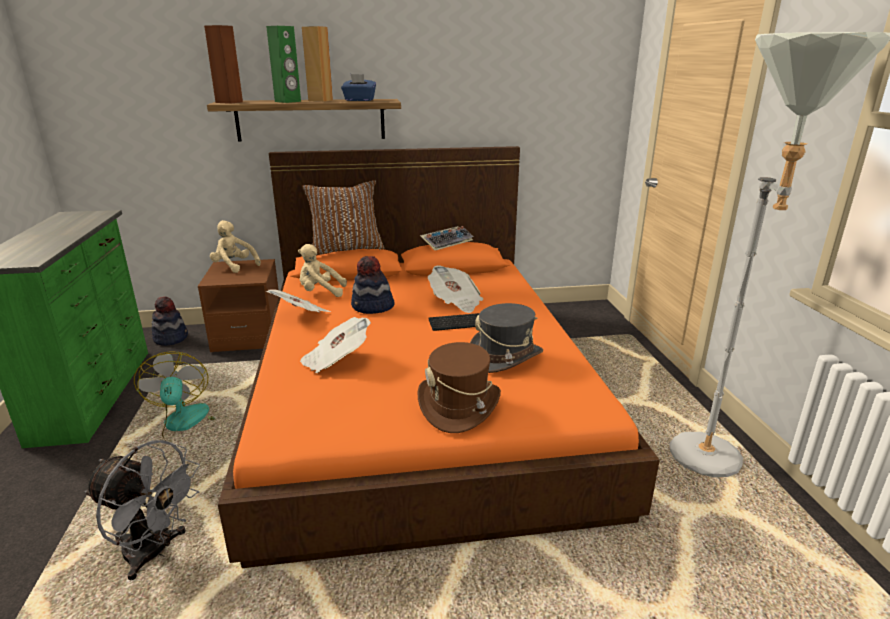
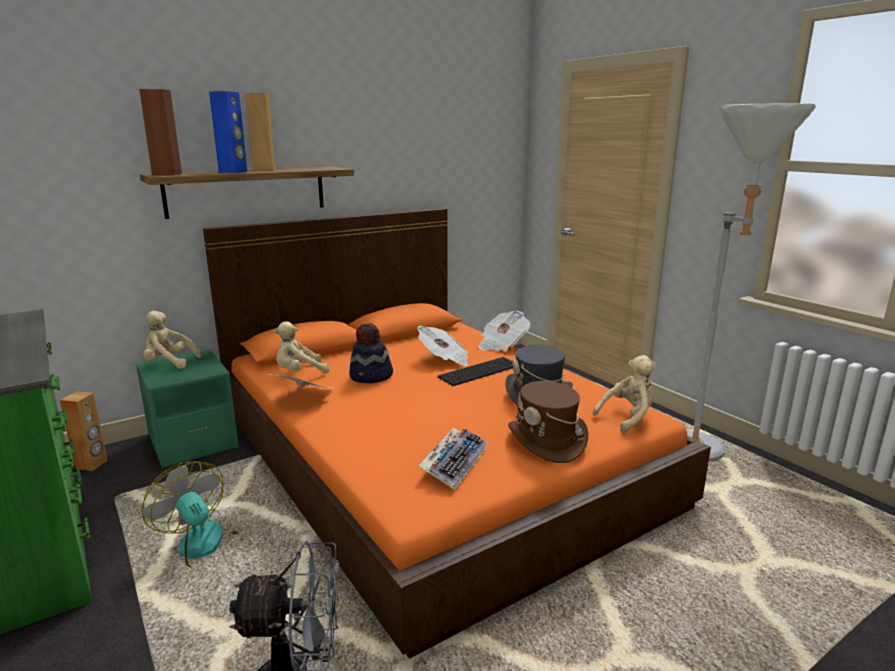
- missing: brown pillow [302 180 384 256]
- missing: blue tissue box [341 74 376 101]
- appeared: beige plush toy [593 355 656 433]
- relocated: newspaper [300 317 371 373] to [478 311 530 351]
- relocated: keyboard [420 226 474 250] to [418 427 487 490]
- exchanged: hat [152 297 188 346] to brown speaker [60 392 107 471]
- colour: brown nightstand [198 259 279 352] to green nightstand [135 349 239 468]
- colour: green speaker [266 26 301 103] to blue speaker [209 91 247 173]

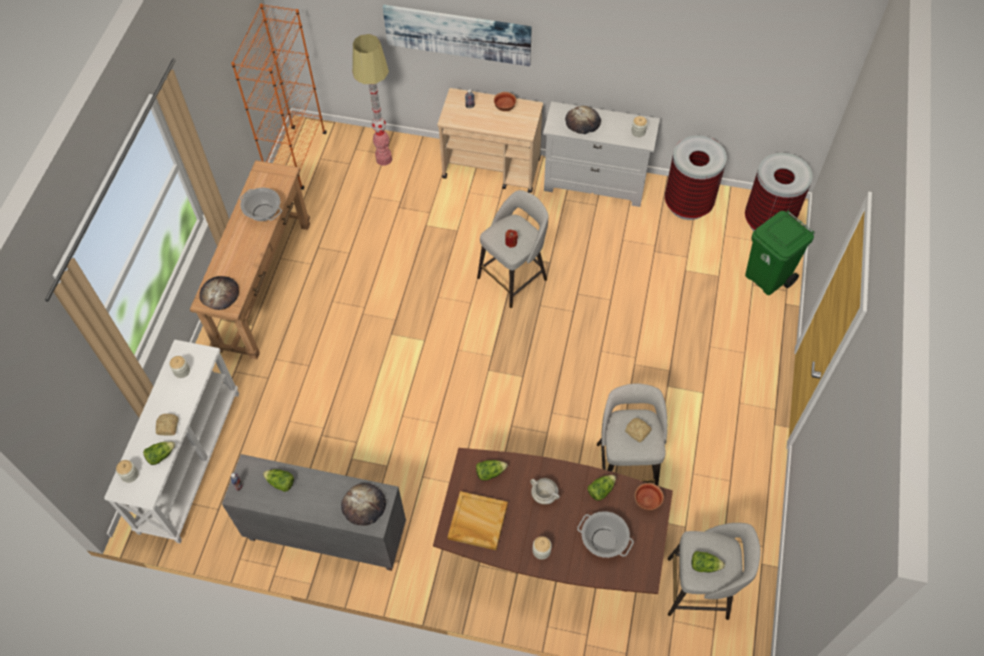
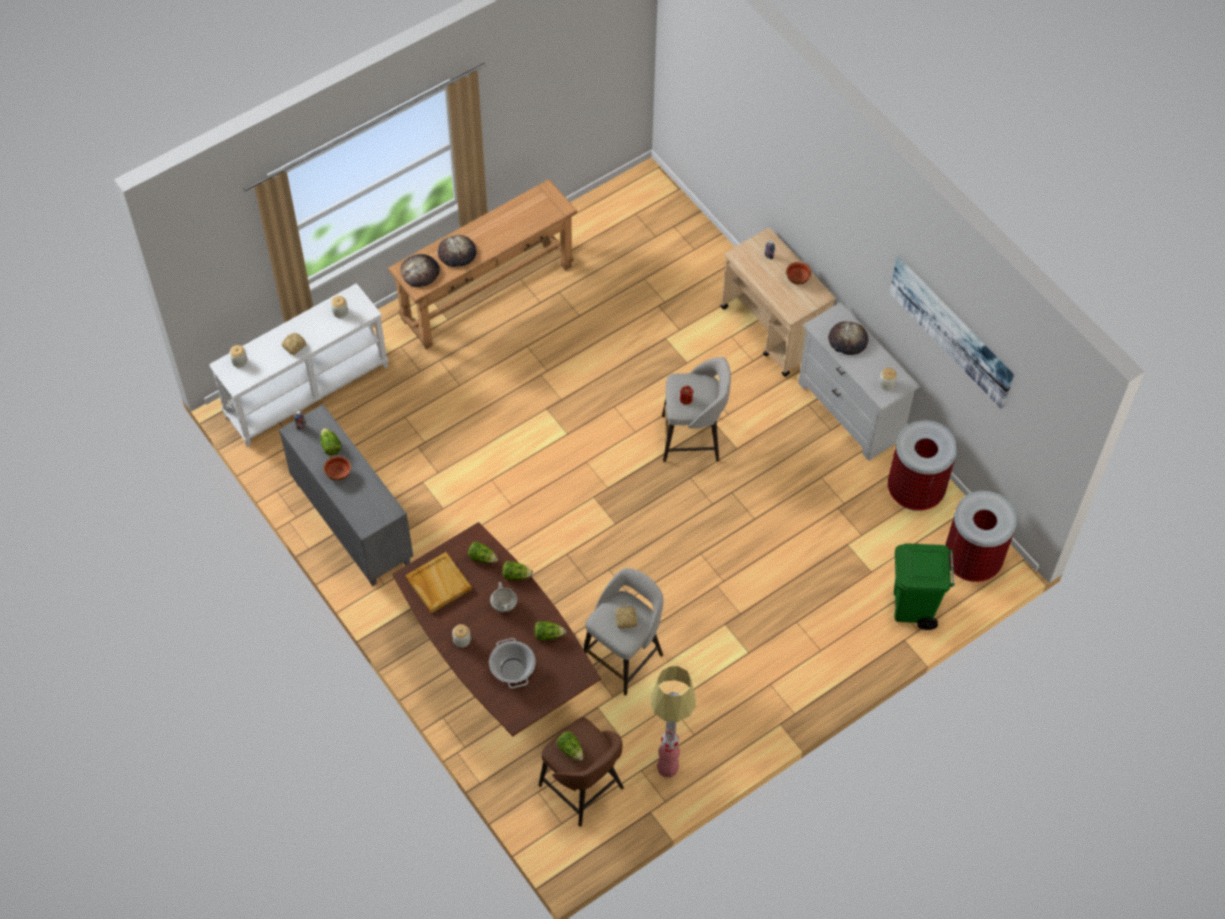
- missing: orange bookcase [231 3 327 190]
- missing: cooking pot [240 188 282 221]
- relocated: lettuce [143 442 175 465] to [502 561 534 580]
- relocated: bread [341 483 386 525] to [438 235 477 267]
- relocated: floor lamp [352 34 392 166] to [650 666 696 777]
- relocated: picture [383 5 532 66] to [889 257 1014 408]
- relocated: bowl [635 483 664 511] to [323 456 351 481]
- colour: grey stool [667 523 761 620] to brown stool [538 717 624 827]

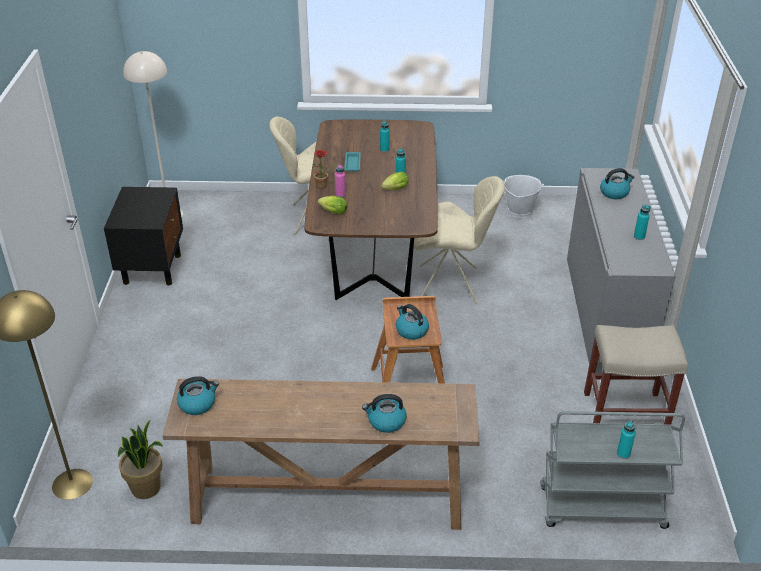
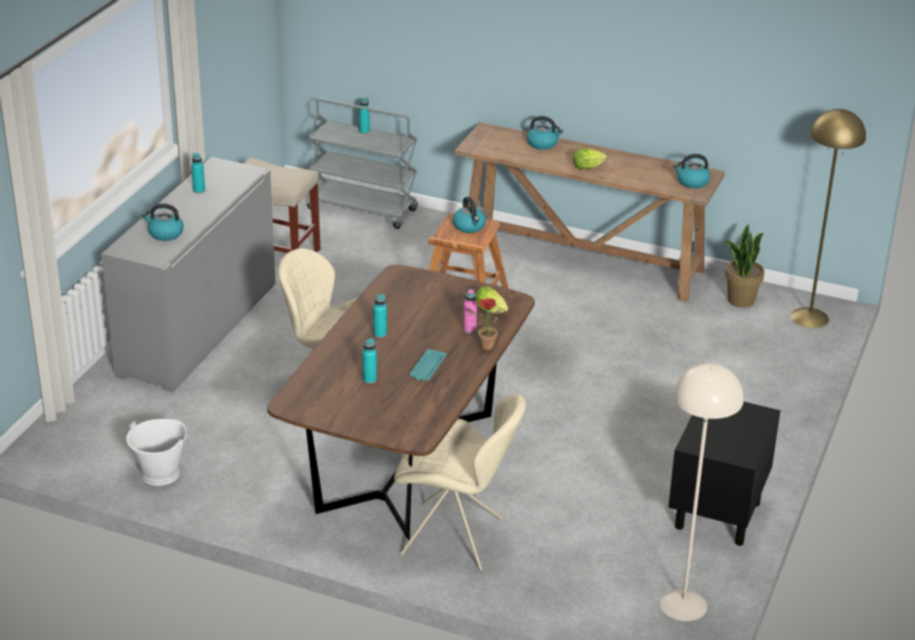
- relocated: lettuce [381 172 409 190] to [573 148 607 169]

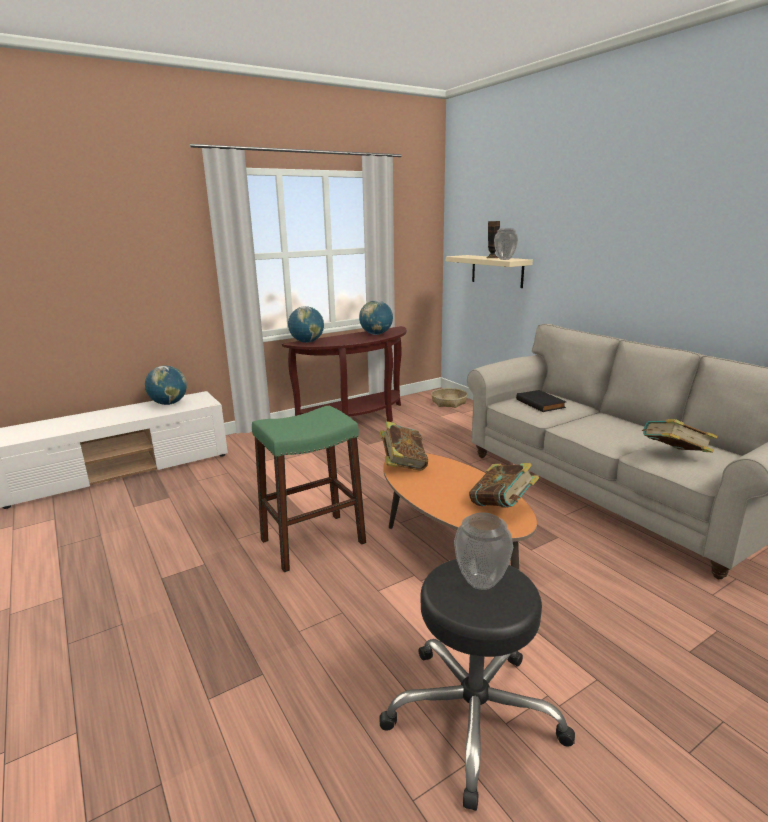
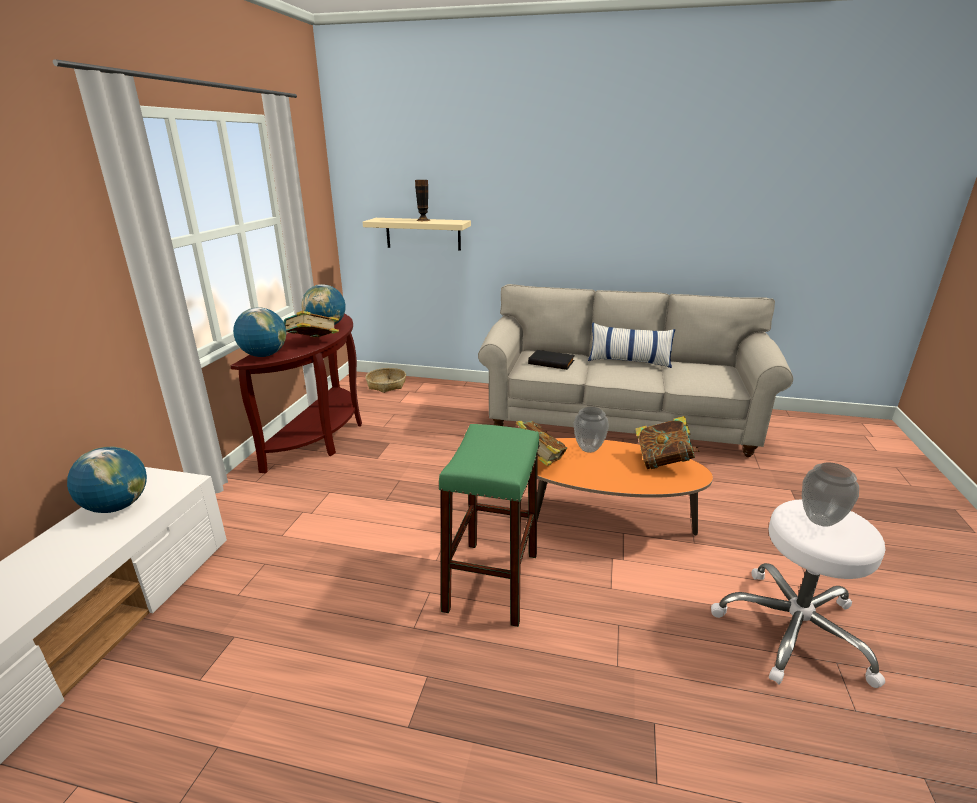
- appeared: pillow [588 323 675 368]
- relocated: vase [494 228 518 260] to [573 407 609 453]
- relocated: book [642 419 717 452] to [284 311 339 338]
- colour: black stool [379 559 575 811] to white stool [711 499 885 688]

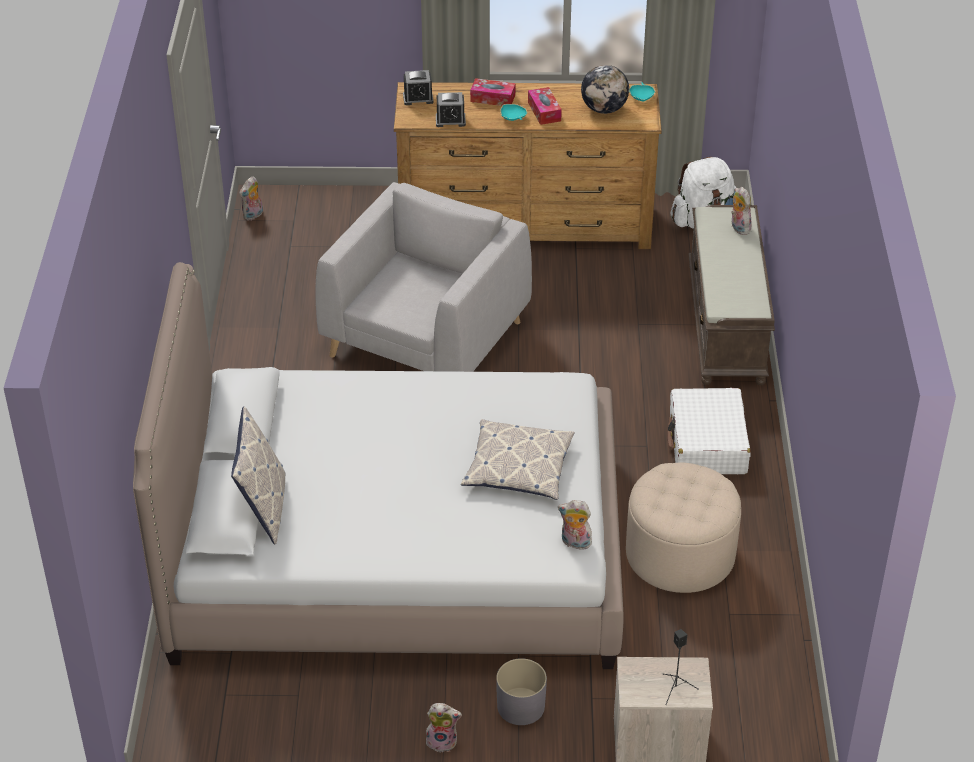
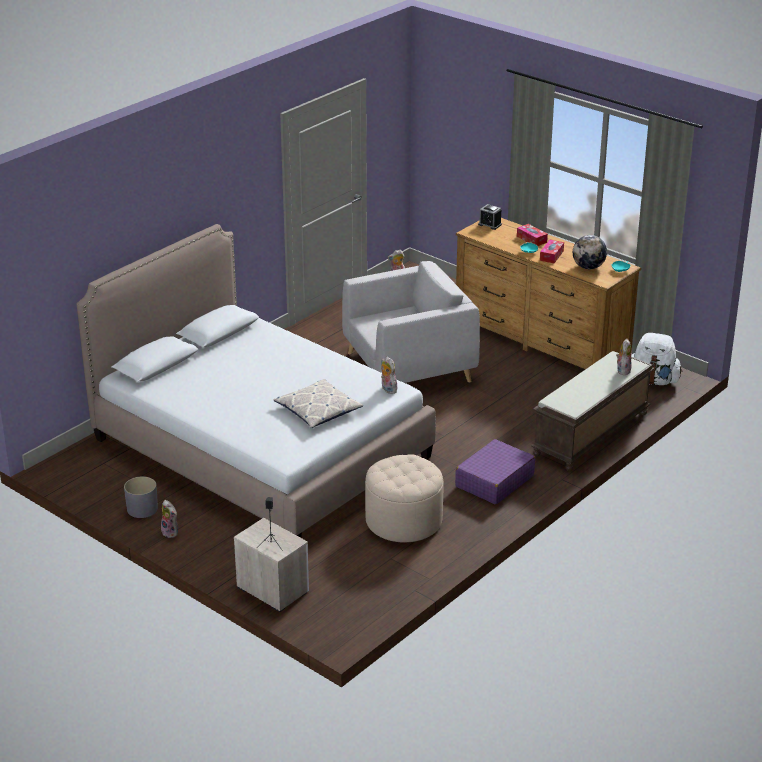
- missing: pillow [231 407 286 544]
- missing: alarm clock [436 92 466 127]
- relocated: grey planter [496 658 547 725] to [124 476 158 518]
- relocated: plush toy [558 500 592 550] to [381 357 397 394]
- colour: white suitcase [668 388 751 474] to purple suitcase [455 439 535 505]

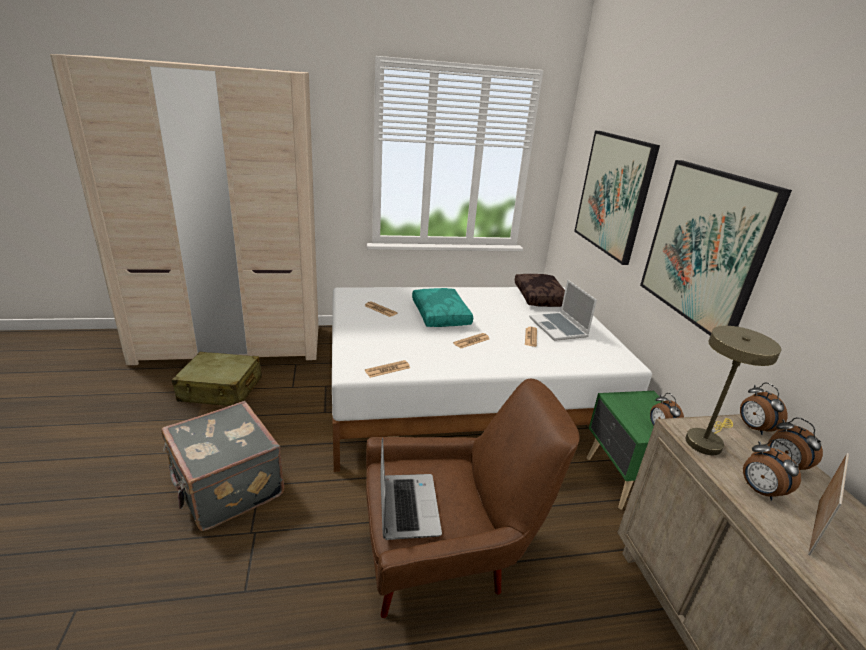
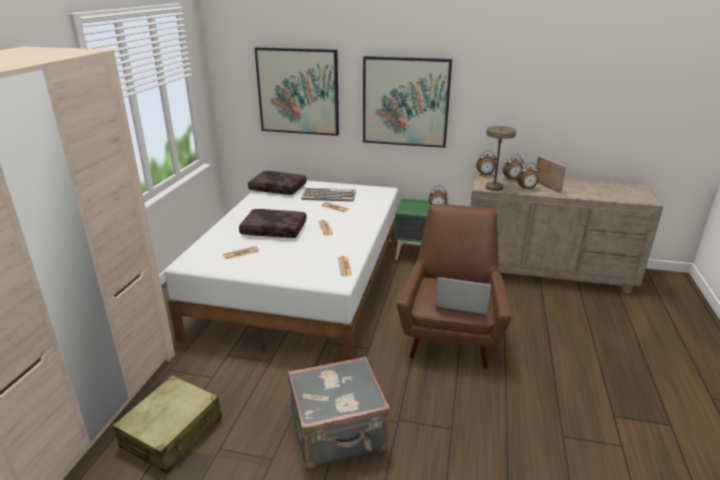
- exchanged: laptop [529 280 597 341] to keyboard [301 188 356 202]
- colour: turquoise pillow [412 288 473 327] to brown pillow [239 209 307 238]

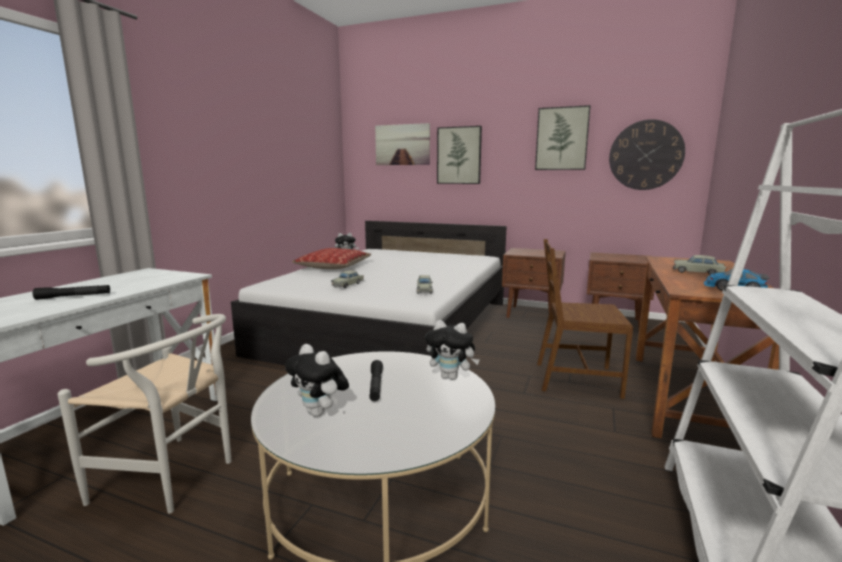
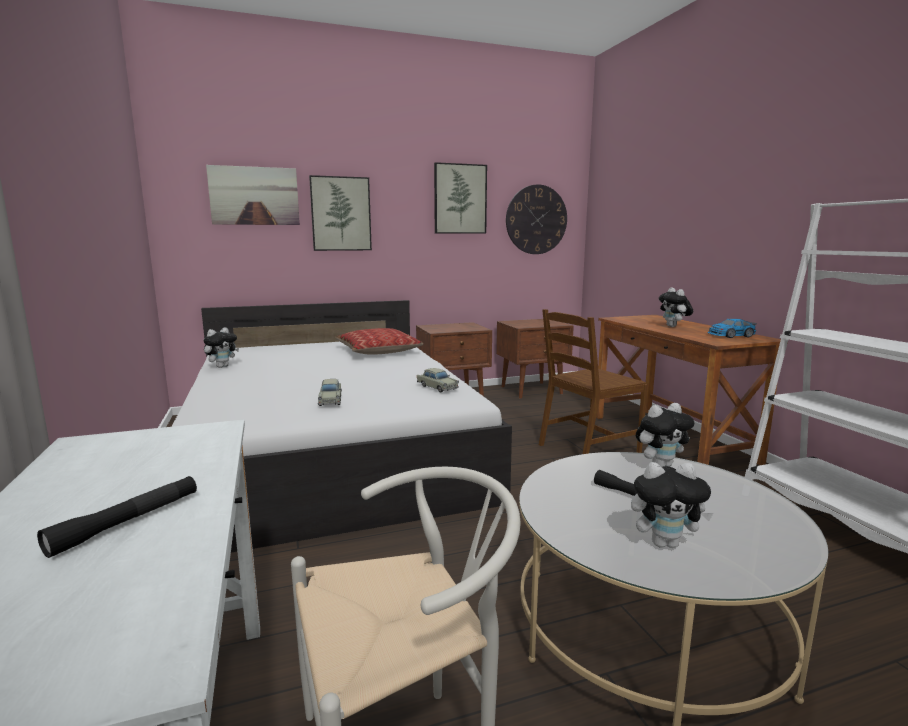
- relocated: pillow [292 248 371 269] to [335 328 423 355]
- exchanged: beige toy car [673 255 727 275] to plush toy [659 287 693 327]

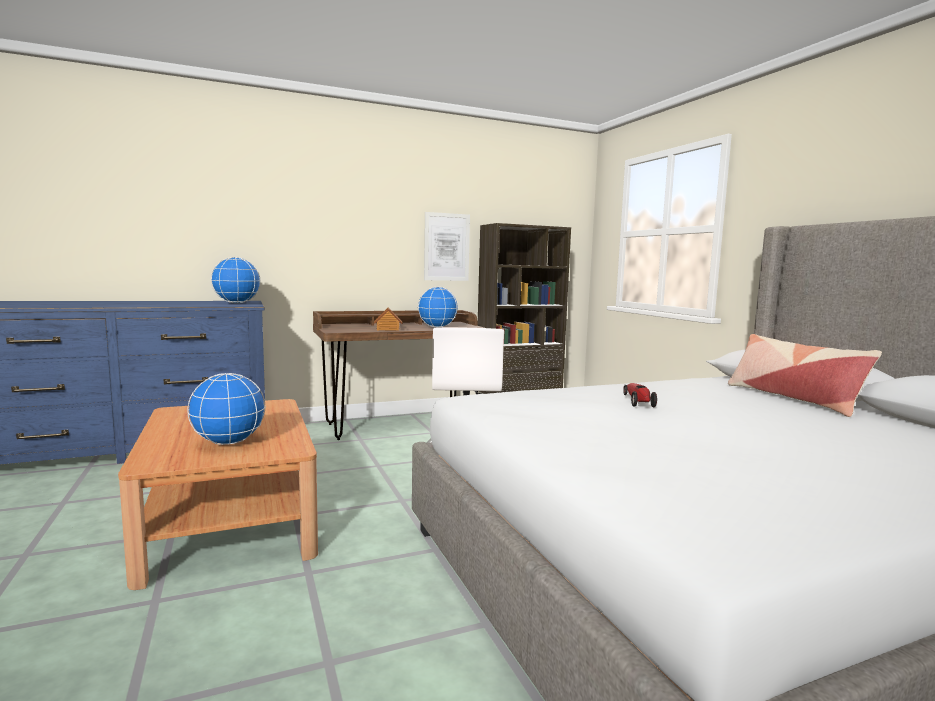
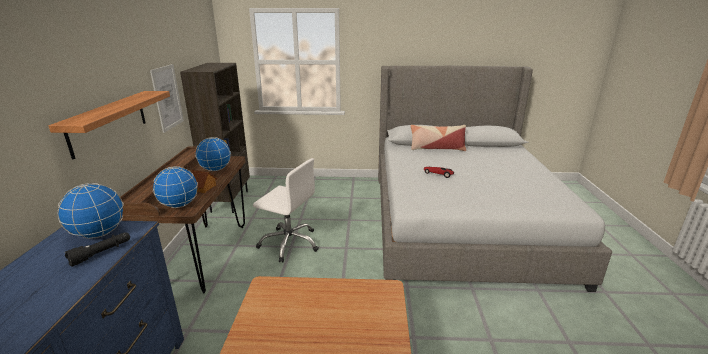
- appeared: shelf [48 91 170 160]
- appeared: black flashlight [65 232 130 267]
- relocated: globe [187 373 266 445] to [153 166 198 208]

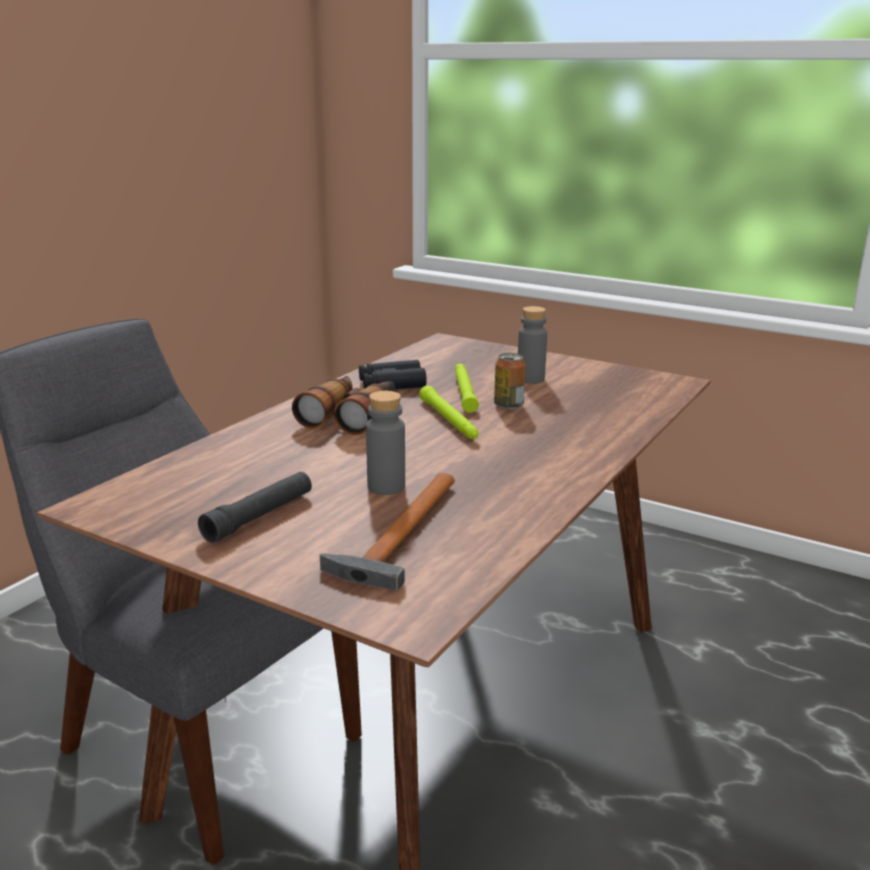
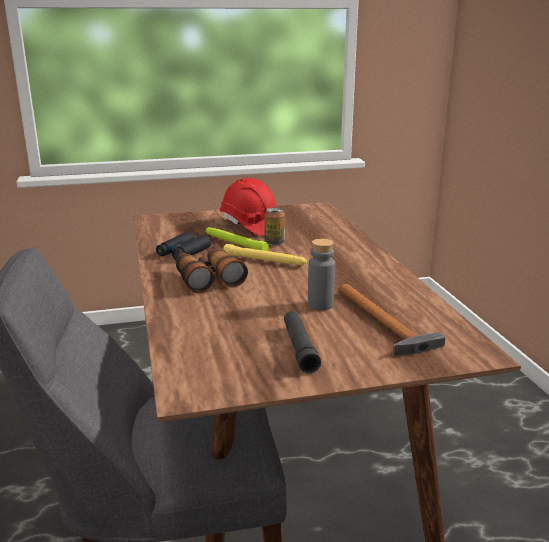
- exchanged: grey bottle [518 306 547 384] to red hard hat [220 178 276 236]
- colour: green flashlight [419 386 478 439] to yellow flashlight [223 244 307 265]

